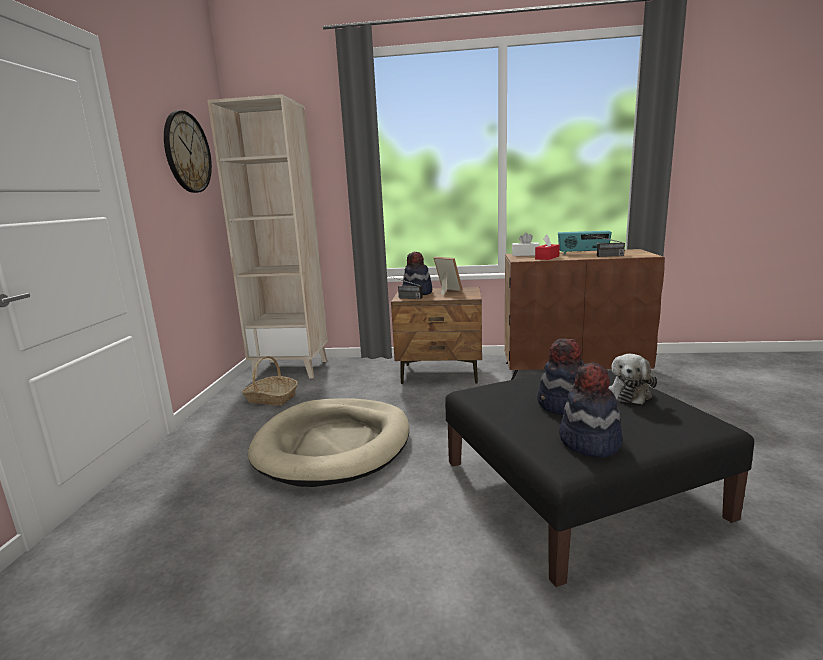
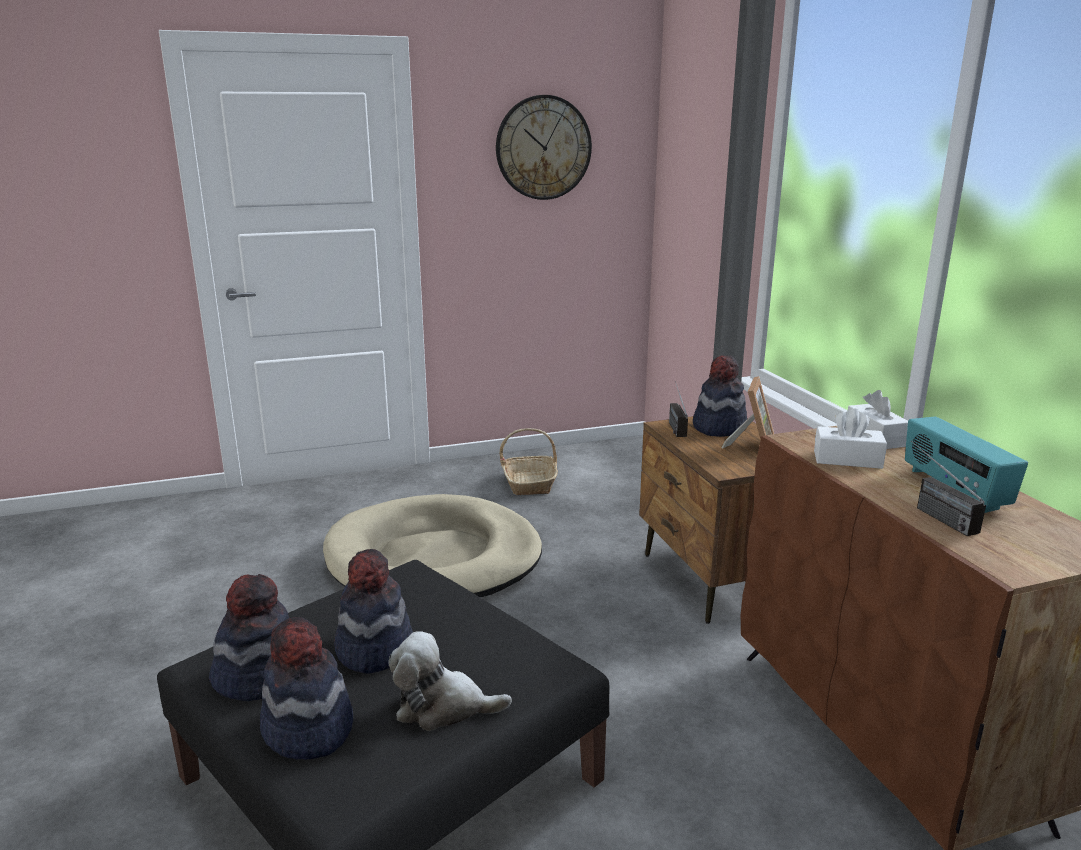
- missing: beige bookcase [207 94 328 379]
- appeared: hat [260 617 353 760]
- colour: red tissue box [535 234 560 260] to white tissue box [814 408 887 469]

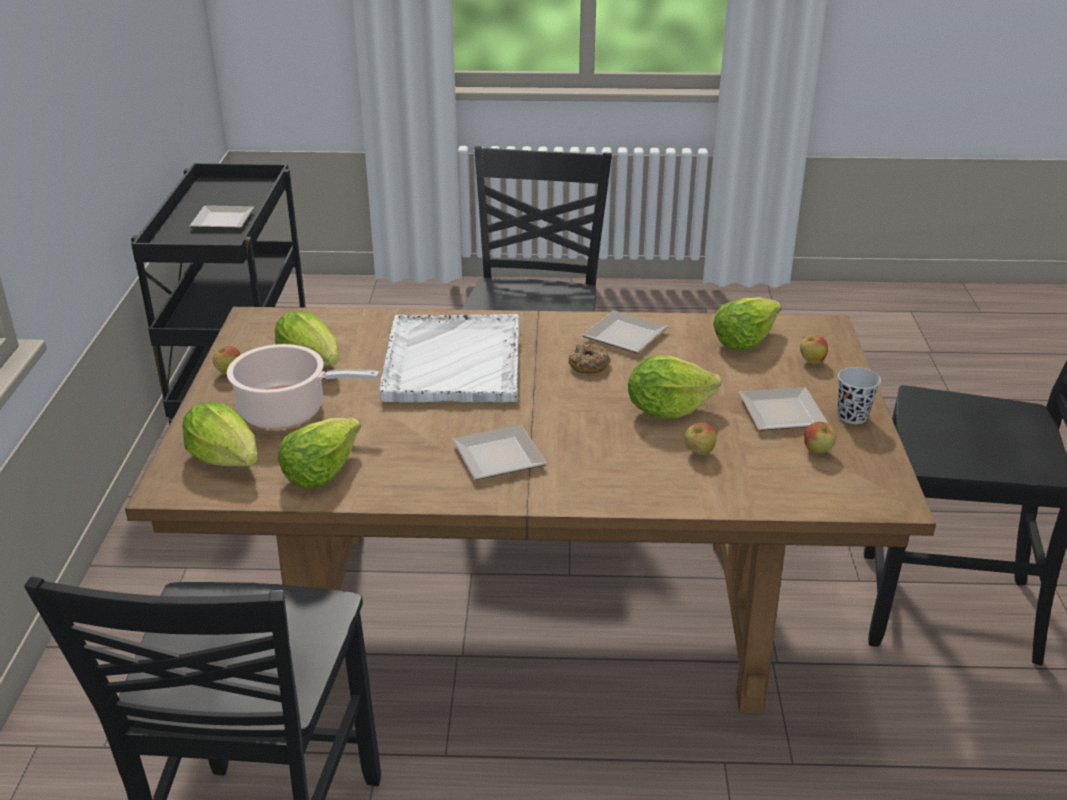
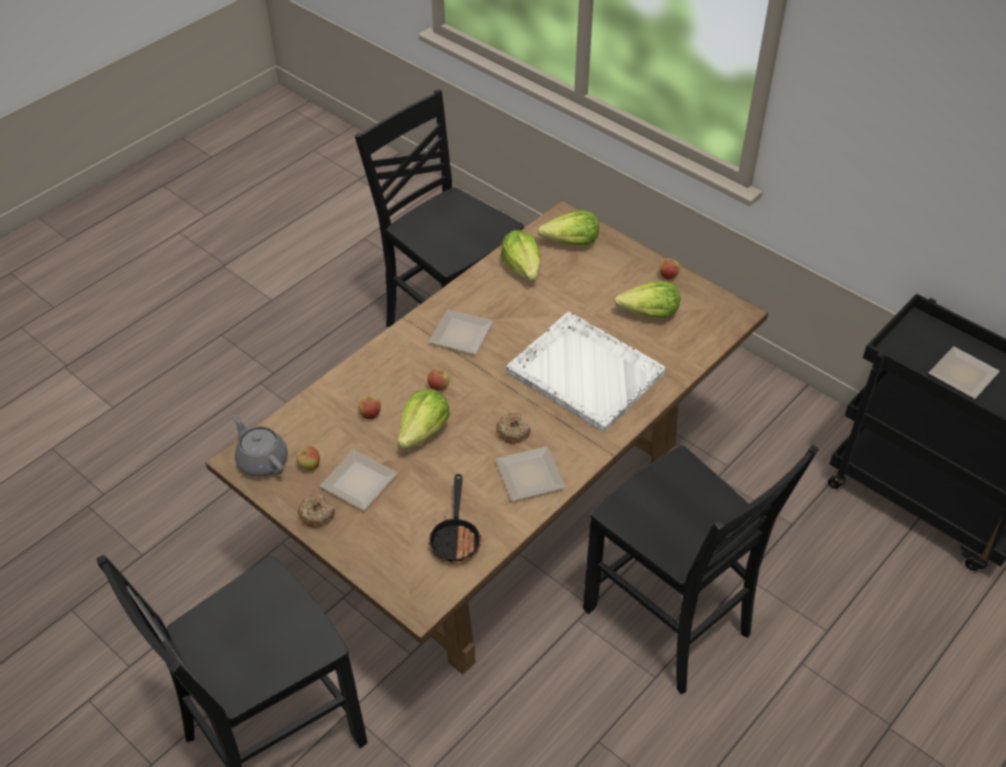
- missing: cooking pot [227 344 380 429]
- appeared: grey teapot [233 416 288 477]
- relocated: apple [800 335 828 364] to [427 368 450 391]
- exchanged: lettuce [713 297 782 350] to frying pan [429 474 481 565]
- exchanged: black cup [838 367 881 424] to donut [298 493 335 528]

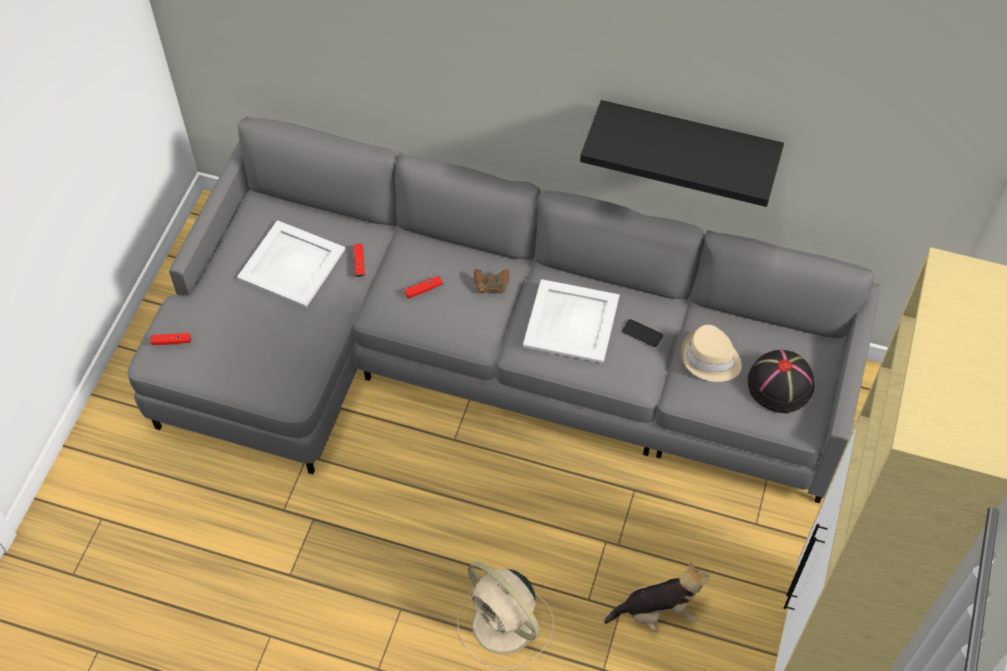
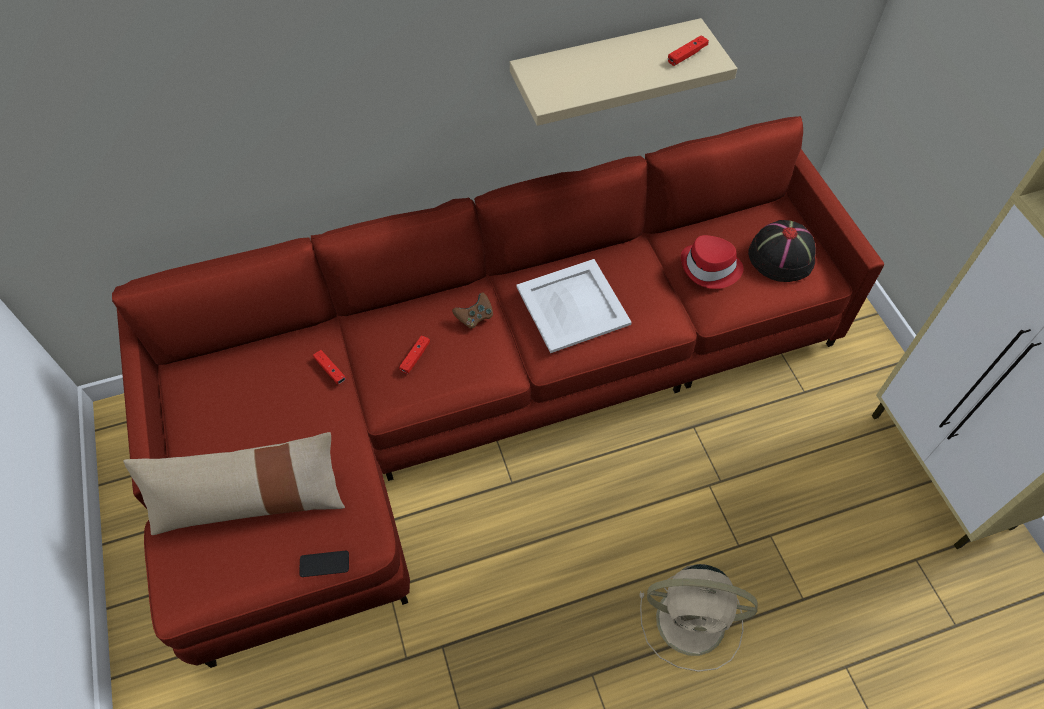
- missing: white tray [237 220 345 308]
- missing: plush toy [604 562 710 632]
- appeared: beige pillow [123 432 345 535]
- relocated: red game controller [151 333 191 345] to [668 35 709 66]
- relocated: phone [622 319 663 347] to [299 550 349 577]
- colour: grey sofa [127 117 881 503] to red sofa [112 116 884 668]
- colour: black shelf [580 100 784 207] to beige shelf [510 18 737 126]
- colour: beige hat [681 325 742 382] to red hat [681 235 743 289]

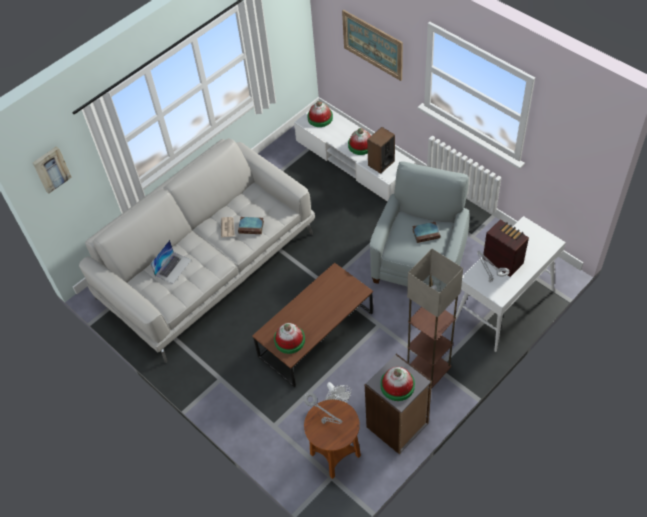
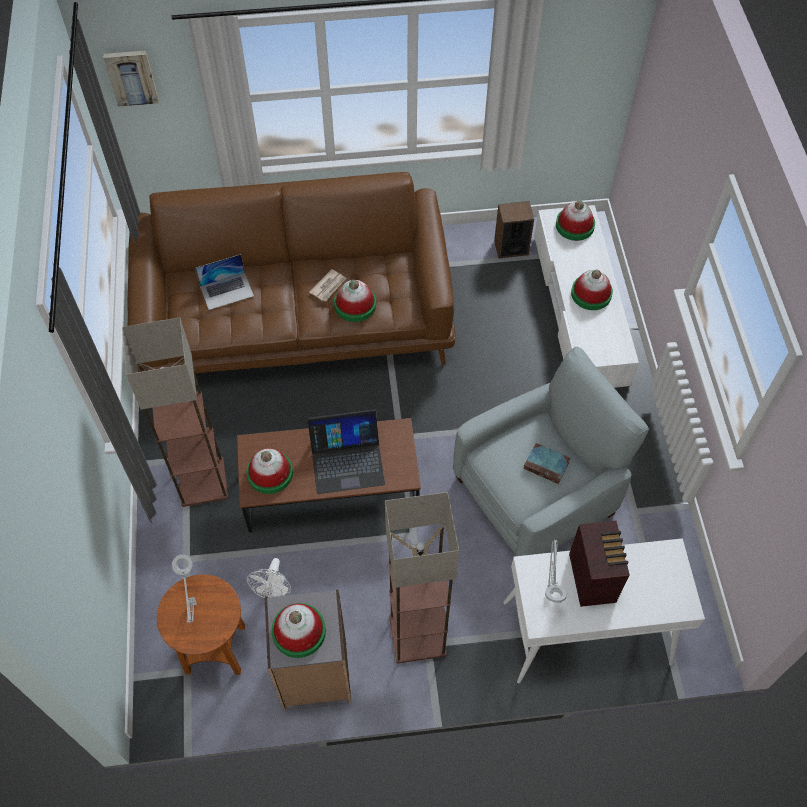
- missing: picture [342 10 403 81]
- appeared: floor lamp [122 317 228 507]
- appeared: laptop [307 409 385 494]
- relocated: speaker [367 127 395 174] to [494 201 534 258]
- exchanged: book [238 217 264 234] to hat [334 280 376 322]
- colour: white sofa [79 138 315 363] to brown sofa [127 172 455 373]

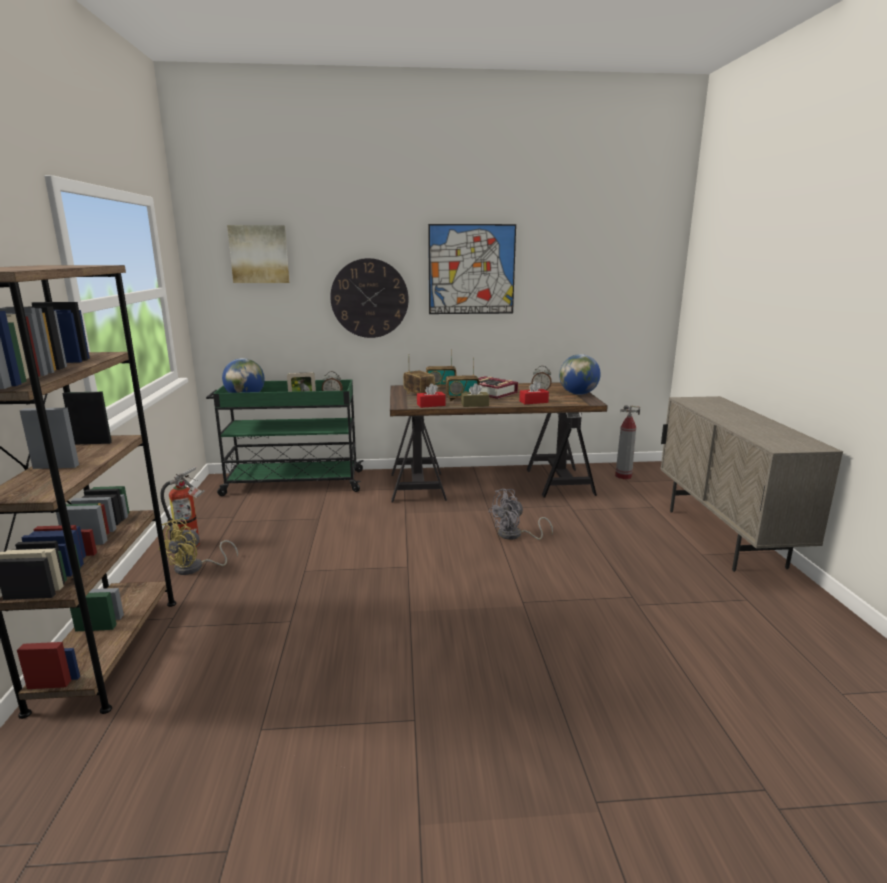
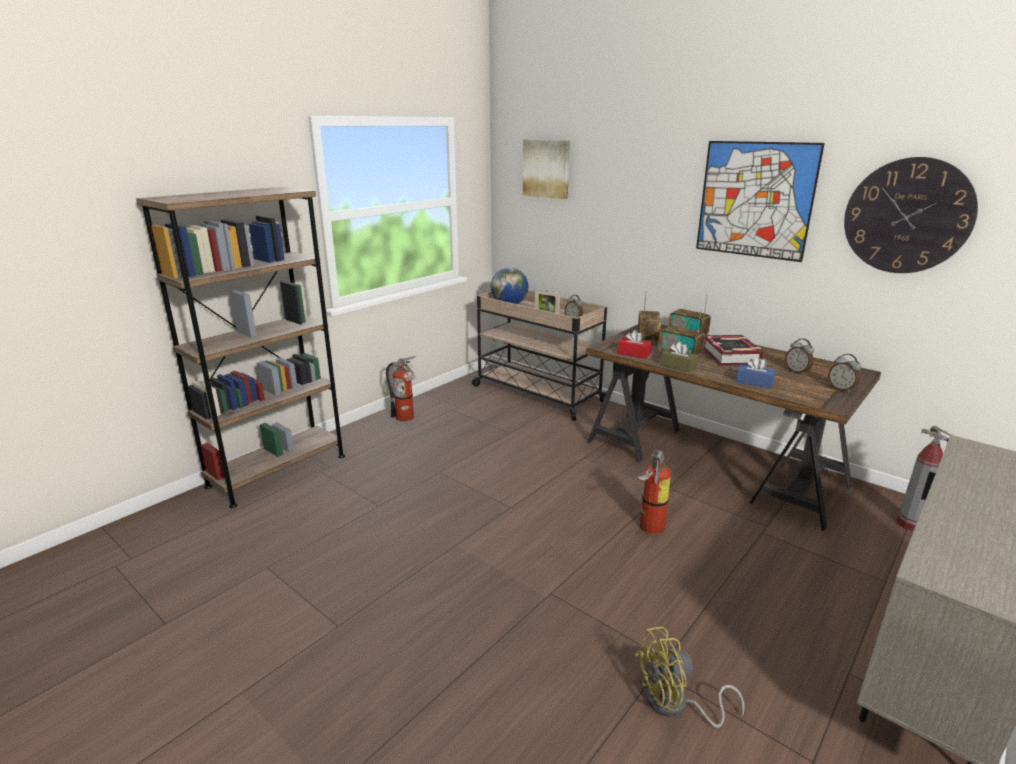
- relocated: yellow fan [159 518 238 575] to [634 627 745 728]
- relocated: wall clock [330 258 409 338] to [844 157 978 273]
- exchanged: grey fan [489 489 553 540] to fire extinguisher [635 450 671 534]
- exchanged: globe [559 354 601 395] to alarm clock [828 354 861 392]
- colour: green cart [206 380 363 496] to beige cart [472 290 607 421]
- colour: red tissue box [519 381 549 404] to blue tissue box [736 356 776 389]

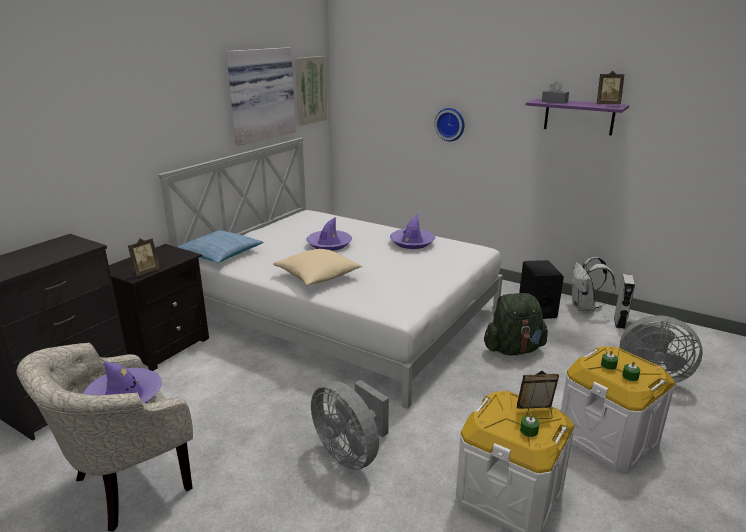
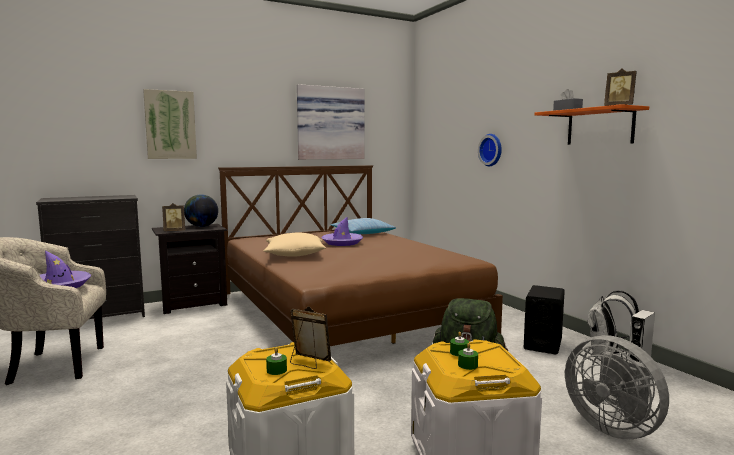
- missing: grey fan [311 380 389 470]
- missing: purple hat [390 213 435 249]
- appeared: globe [184 194 218 227]
- relocated: pillow [178 230 263 263] to [330 218 396 234]
- relocated: picture [295 56 327 126] to [143 89 197 159]
- colour: white bed [158 138 503 409] to brown bed [218 165 503 346]
- colour: purple shelf [526 99 629 135] to orange shelf [534 104 649 145]

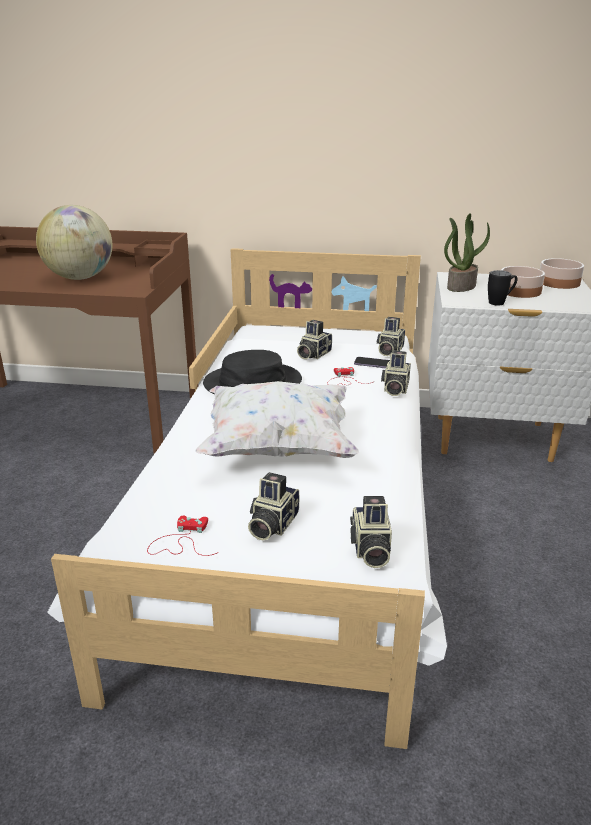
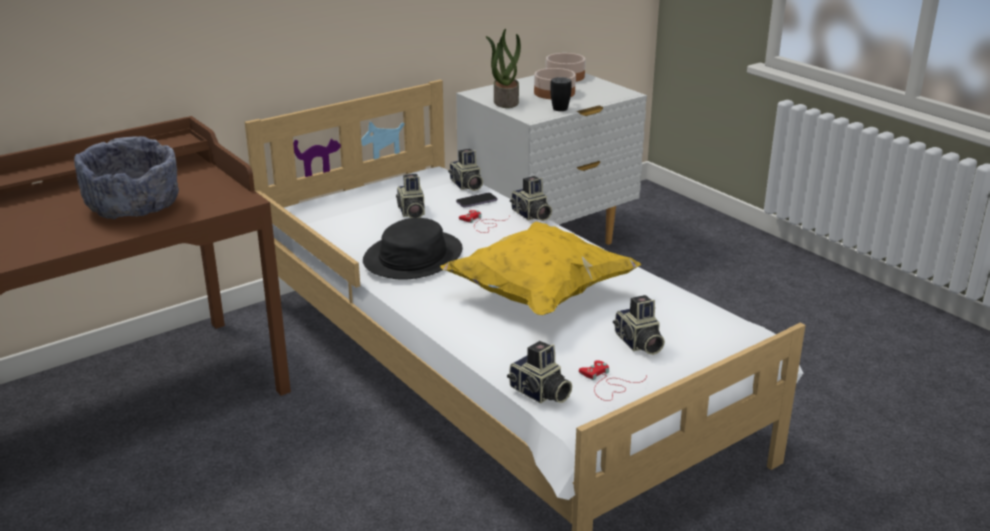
- relocated: photo camera [350 496 392 568] to [507 341 572 403]
- exchanged: globe [36 205 112 280] to grey bowl [74 136 179 219]
- colour: white pillow [196 381 359 458] to yellow pillow [440 221 642 315]

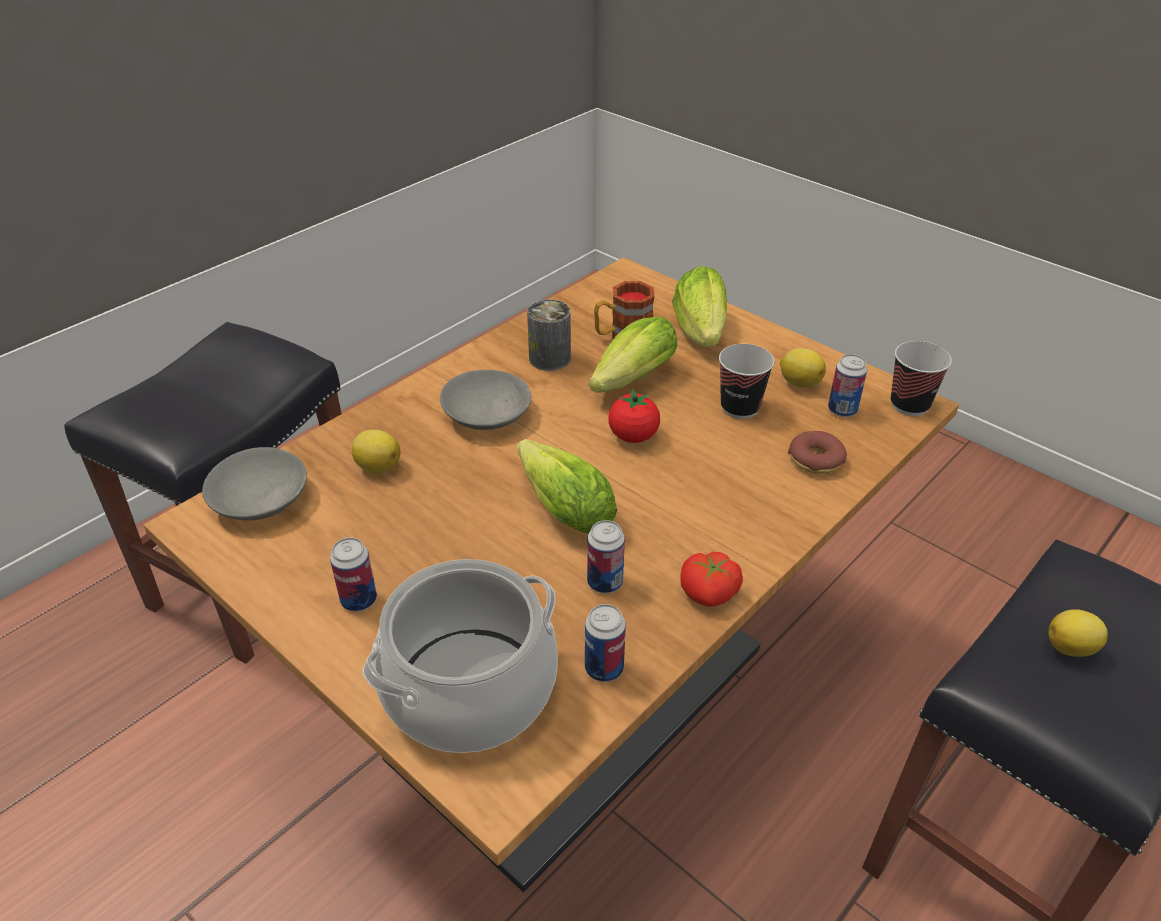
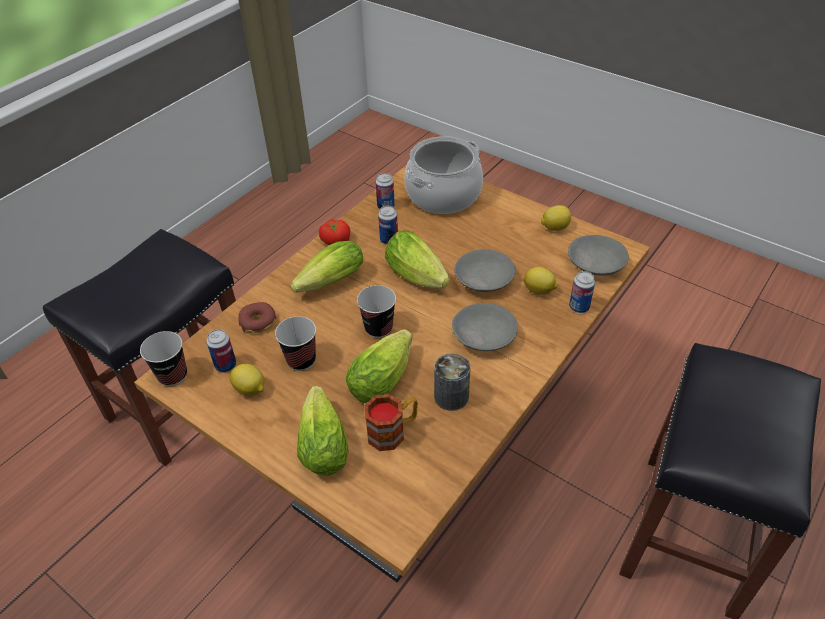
- appeared: lettuce [290 241 363 293]
- appeared: grey bowl [454 249 516 292]
- relocated: can [330 538 377 612] to [569 271 595 313]
- relocated: lemon [1049 609 1108 657] to [541 205 571 231]
- exchanged: tomato [609 388 660 443] to cup [357 285 396 338]

